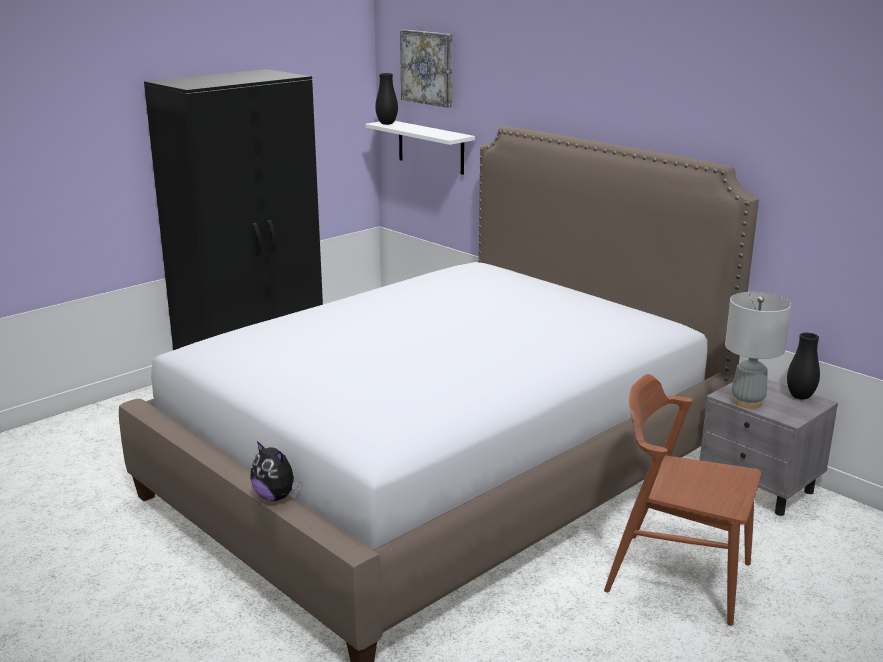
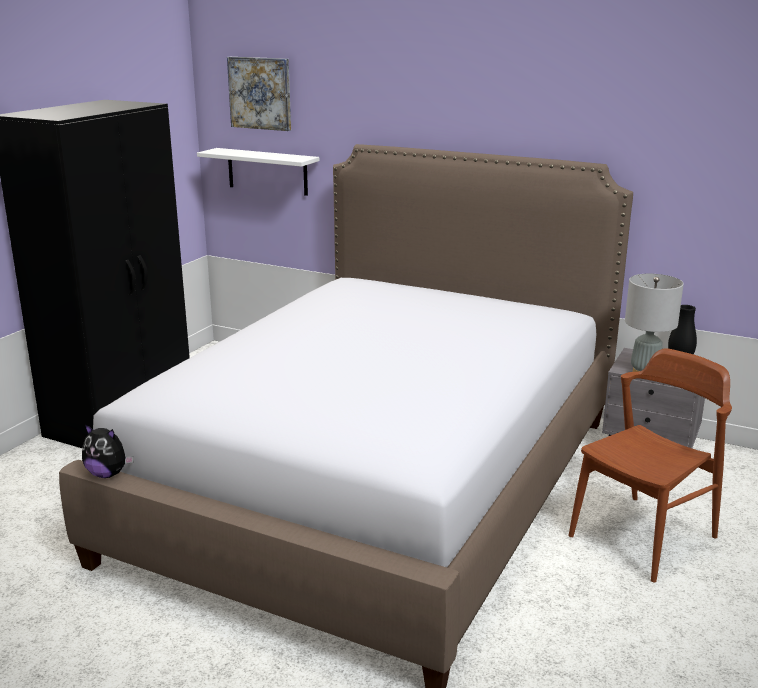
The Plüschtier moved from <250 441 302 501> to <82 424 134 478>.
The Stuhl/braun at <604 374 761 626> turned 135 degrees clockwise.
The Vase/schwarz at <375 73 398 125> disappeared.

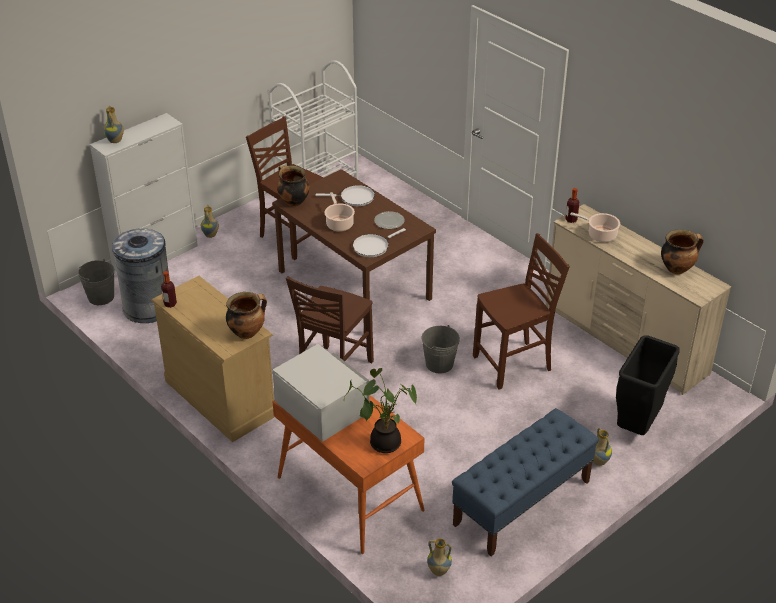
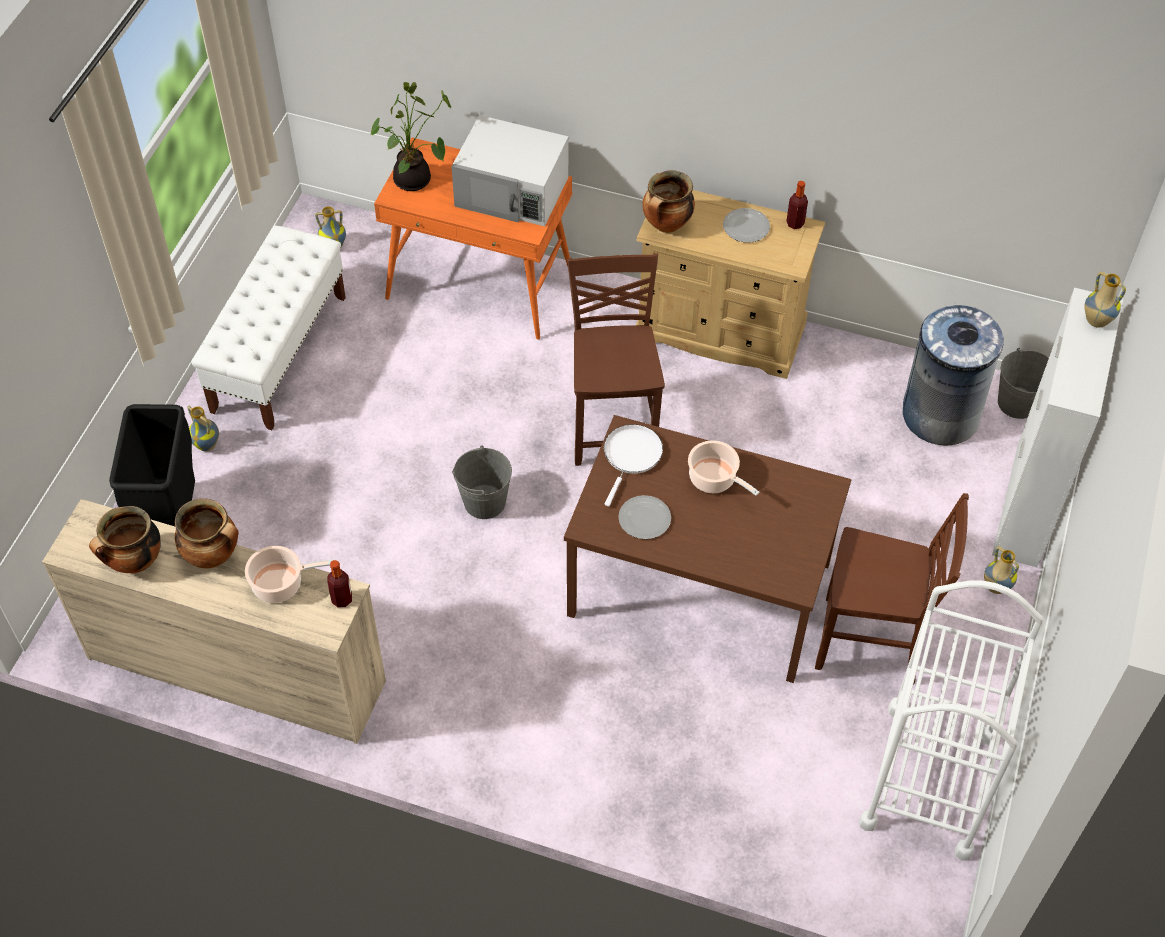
The Kochtopf moved from <277 165 310 206> to <175 498 238 568>.
The Bank/blau at <452 408 599 556> became the Bank/weiß at <191 225 346 430>.
The Teller at <723 208 770 243> appeared.
The Pfanne/weiß at <316 185 375 206> disappeared.
The Stuhl/braun at <473 233 570 390> disappeared.

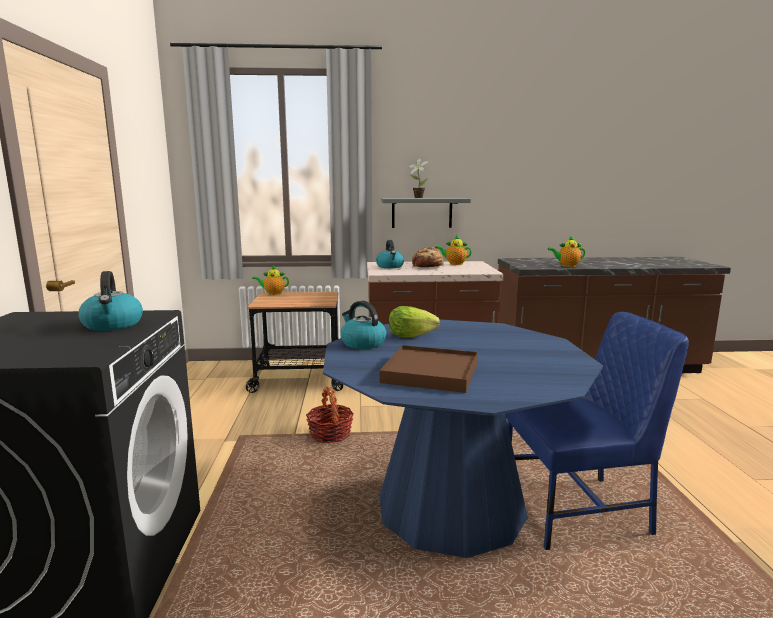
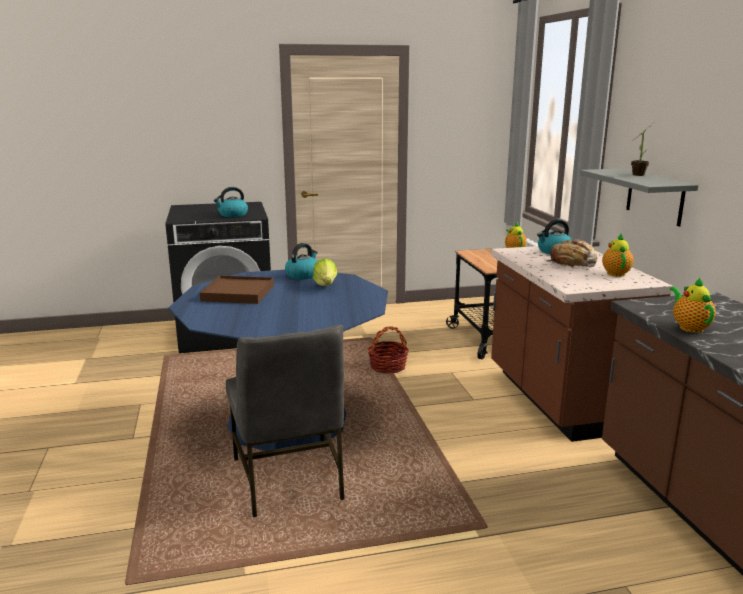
The Stuhl/blau at <505 312 689 550> became the Stuhl/grau at <226 325 344 517>.

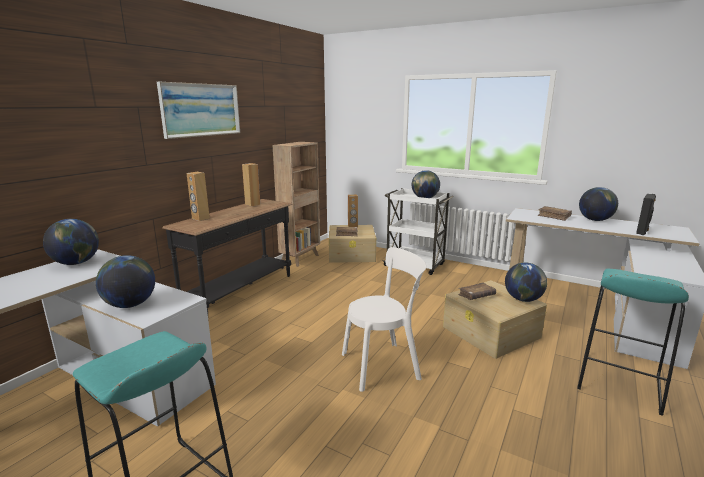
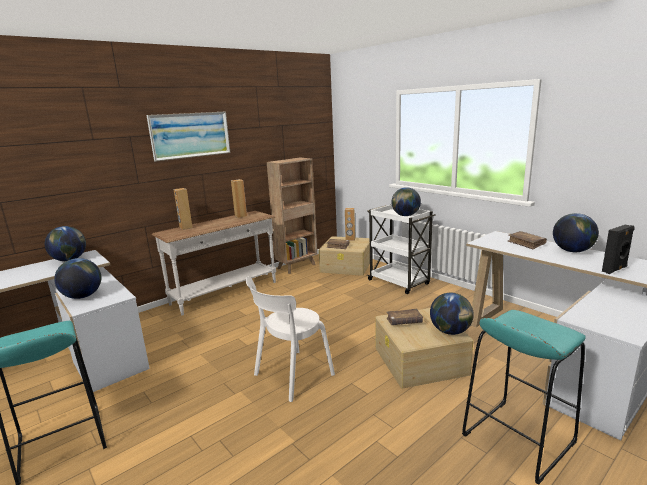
The Konsolentisch/schwarz at <162 199 293 313> became the Konsolentisch/weiß at <152 211 276 315>.
The Stuhl/weiß at <342 247 426 392> turned 135 degrees clockwise.

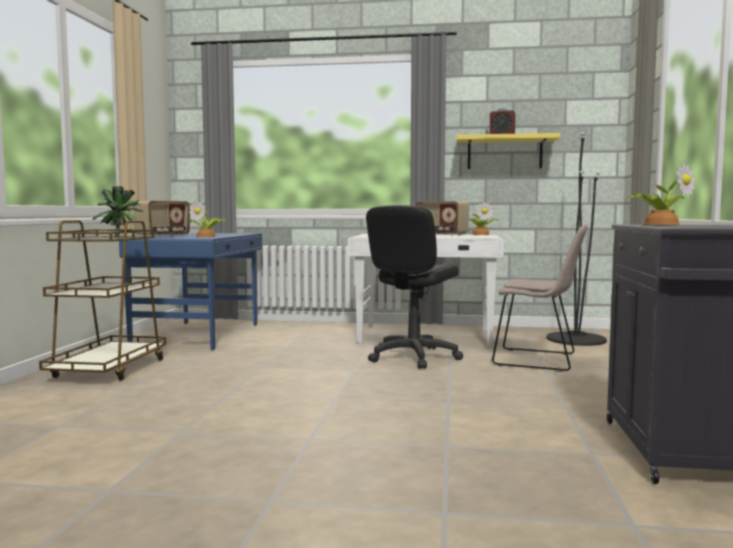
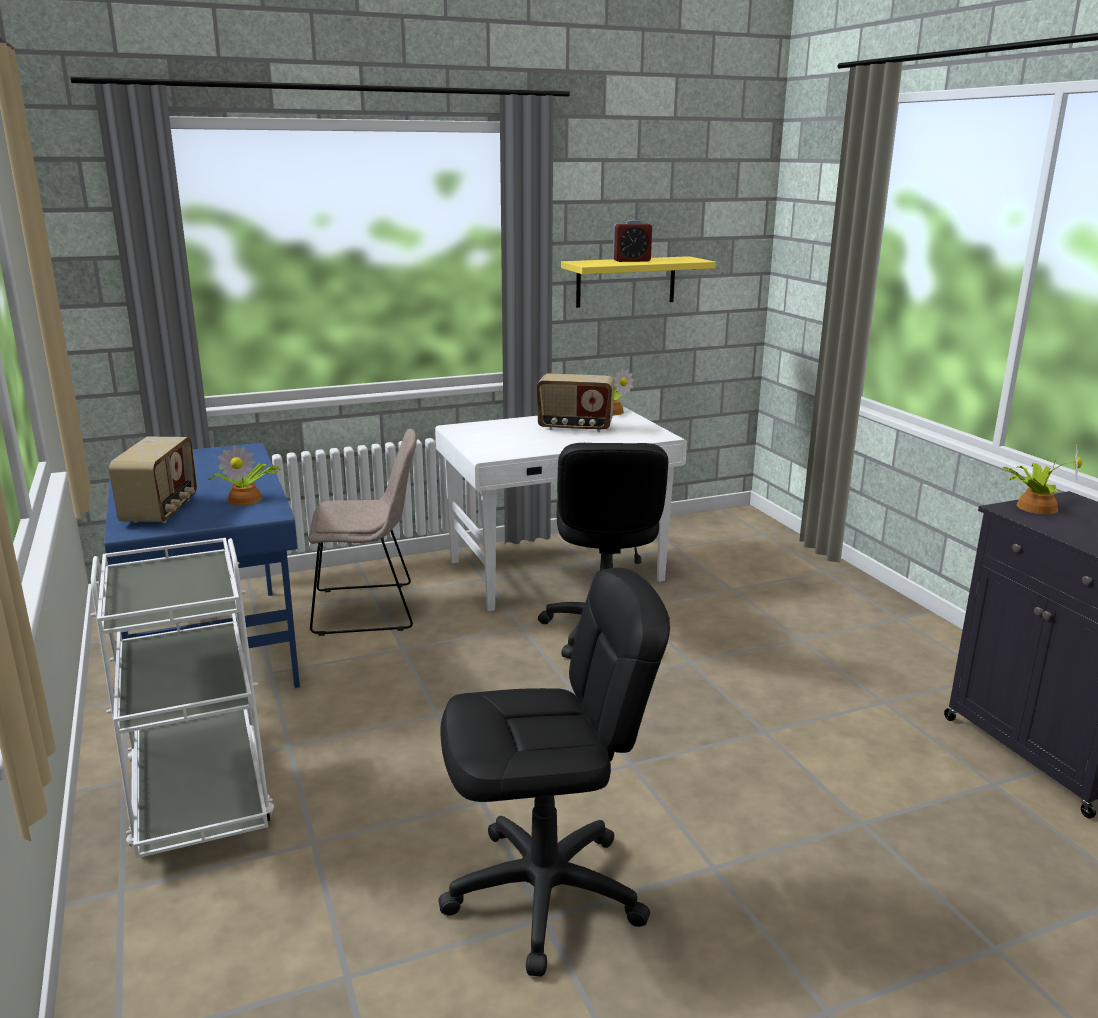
The Rollwagen/braun at <39 220 166 381> became the Rollwagen/weiß at <91 538 274 858>.
The Stuhl/beige moved from <492 224 587 372> to <308 429 417 636>.
The Bürostuhl/schwarz at <438 568 670 977> appeared.
The Topfpflanze at <93 186 144 237> disappeared.
The Stehlampe/schwarz at <546 132 607 346> disappeared.

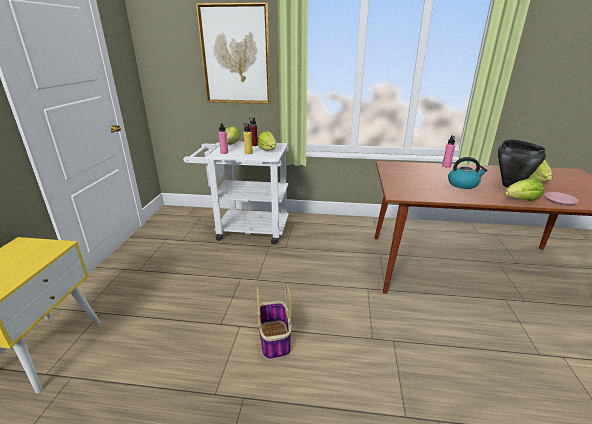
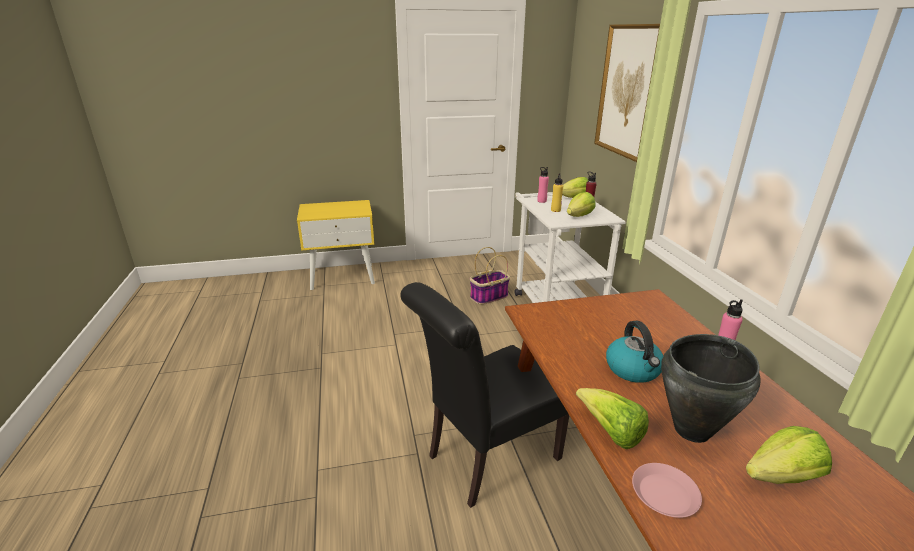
The Stuhl/schwarz at <400 282 570 508> appeared.
The Korb moved from <256 284 292 360> to <470 247 510 304>.

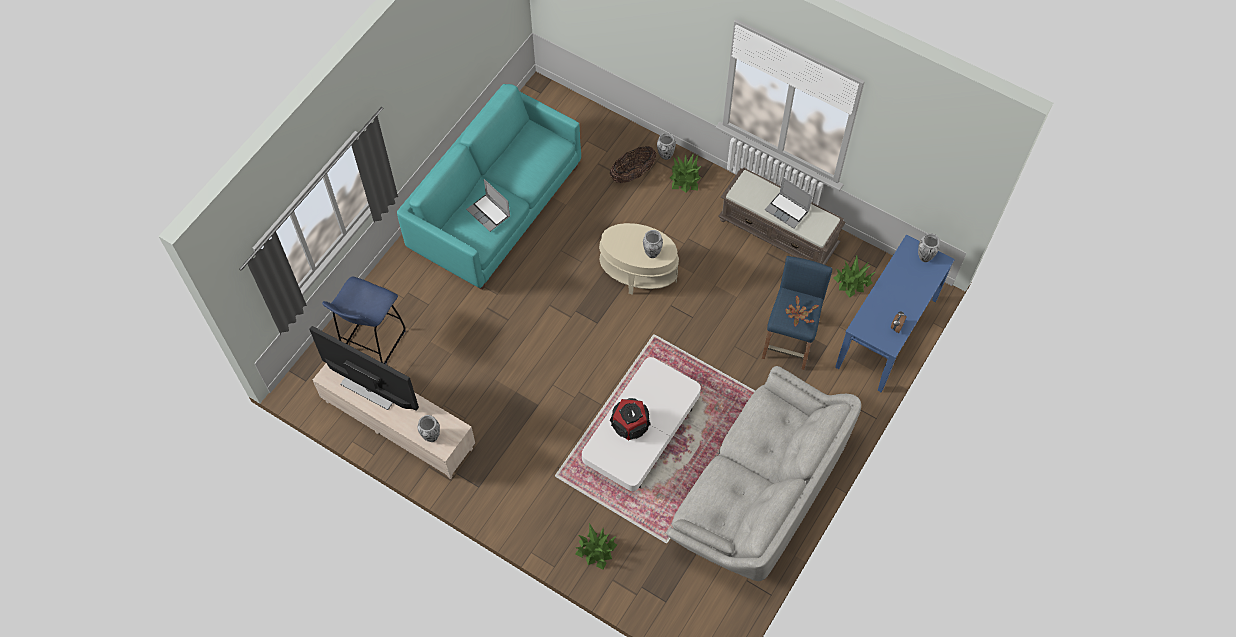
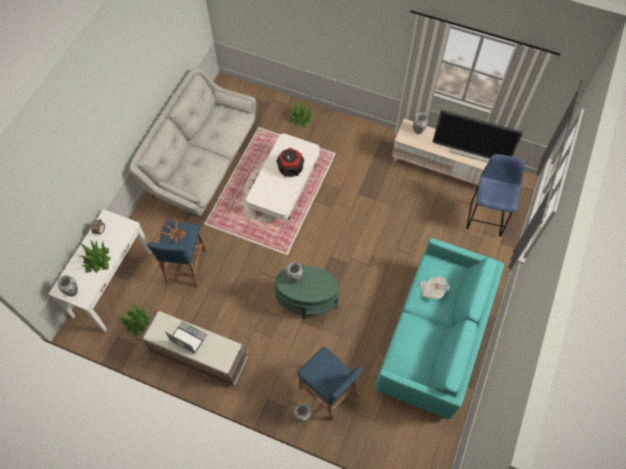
The Konsolentisch/blau at <835 235 955 392> became the Konsolentisch/weiß at <49 209 152 332>.
The Topfpflanze moved from <670 153 701 193> to <80 239 111 273>.
The Beistelltisch/beige at <599 223 679 295> became the Beistelltisch/grün at <274 266 339 319>.
The Korb at <610 146 657 183> was replaced by the Hocker/blau at <298 347 363 421>.
The Laptop at <466 179 510 232> was replaced by the Zeitung at <420 276 449 299>.

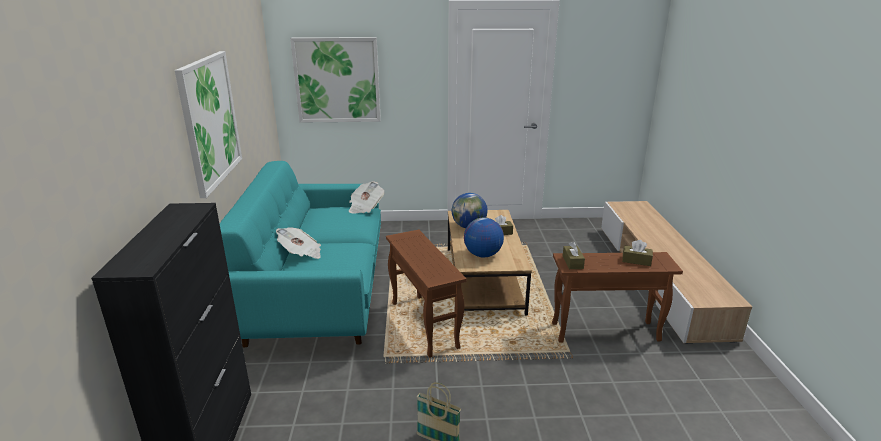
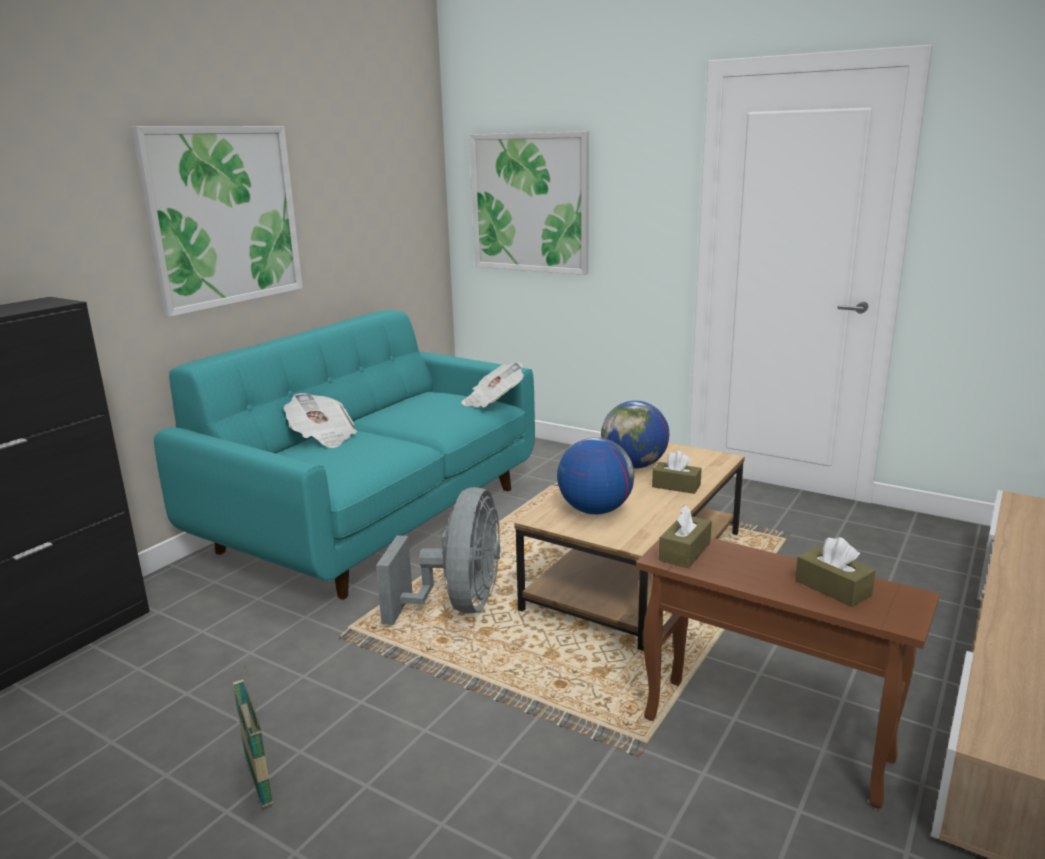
The Beistelltisch/braun at <386 230 467 357> was replaced by the Ventilator/grau at <376 487 501 625>.

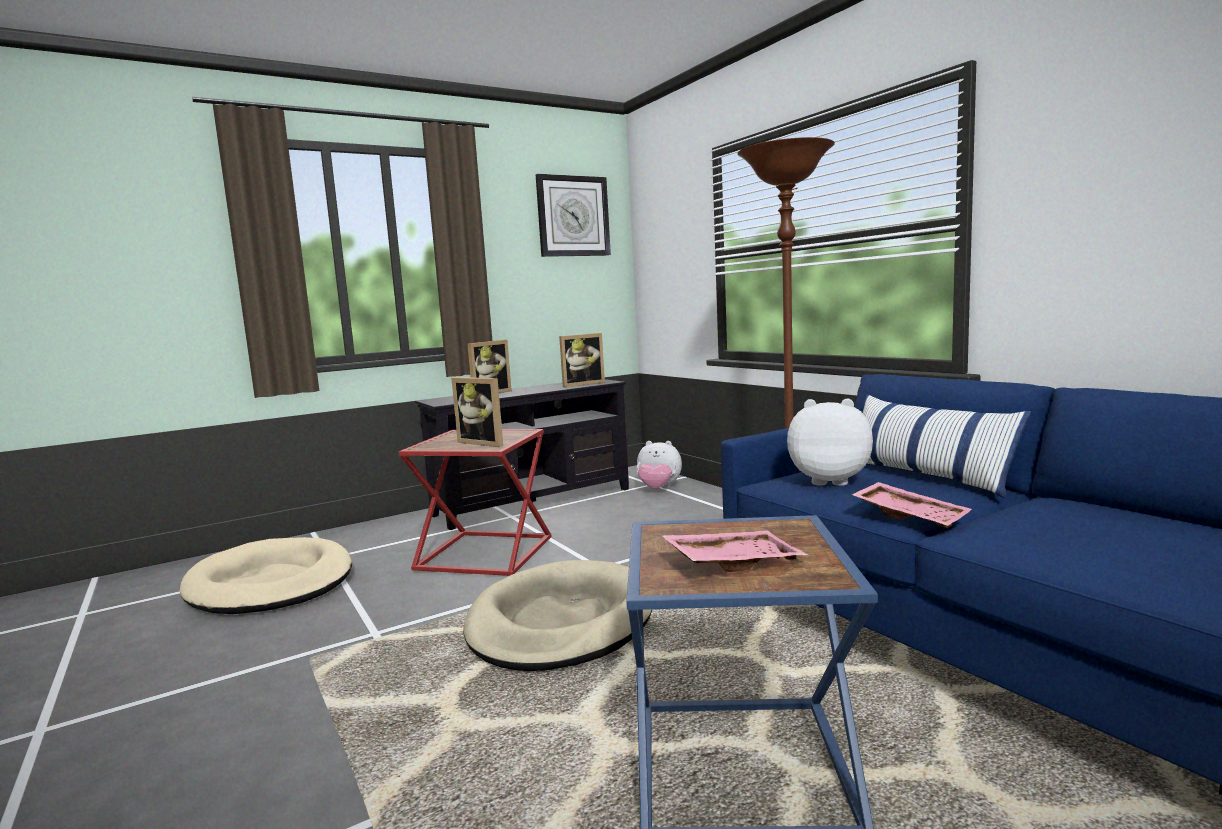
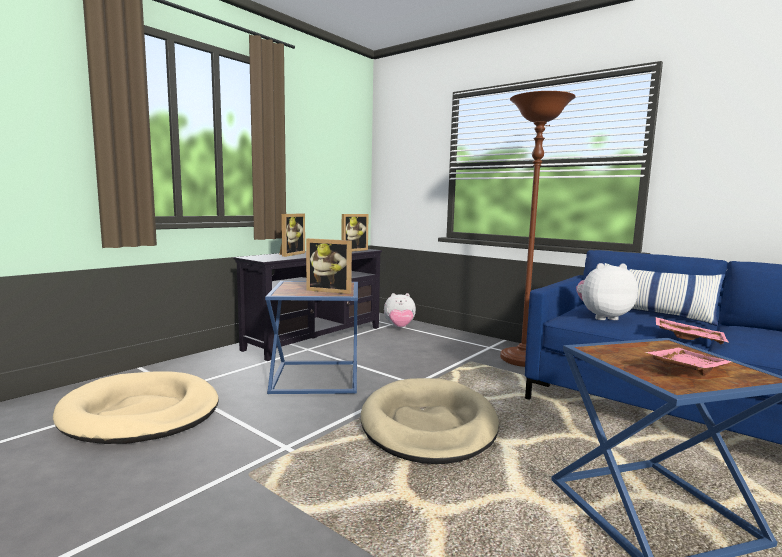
The Beistelltisch/rot at <399 429 551 576> became the Beistelltisch/blau at <265 281 358 394>.
The Wanduhr at <536 174 611 257> disappeared.

